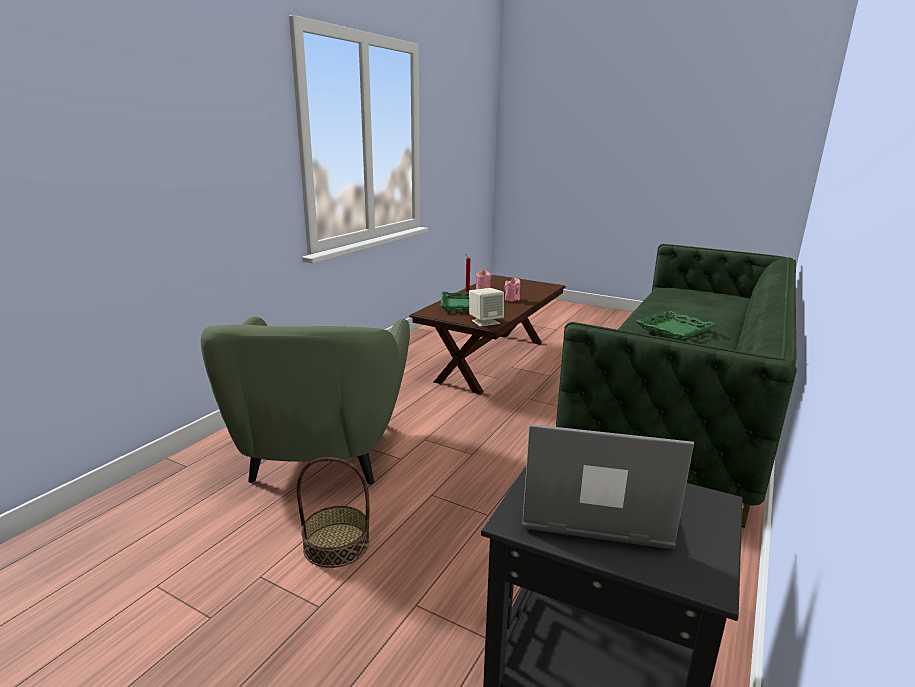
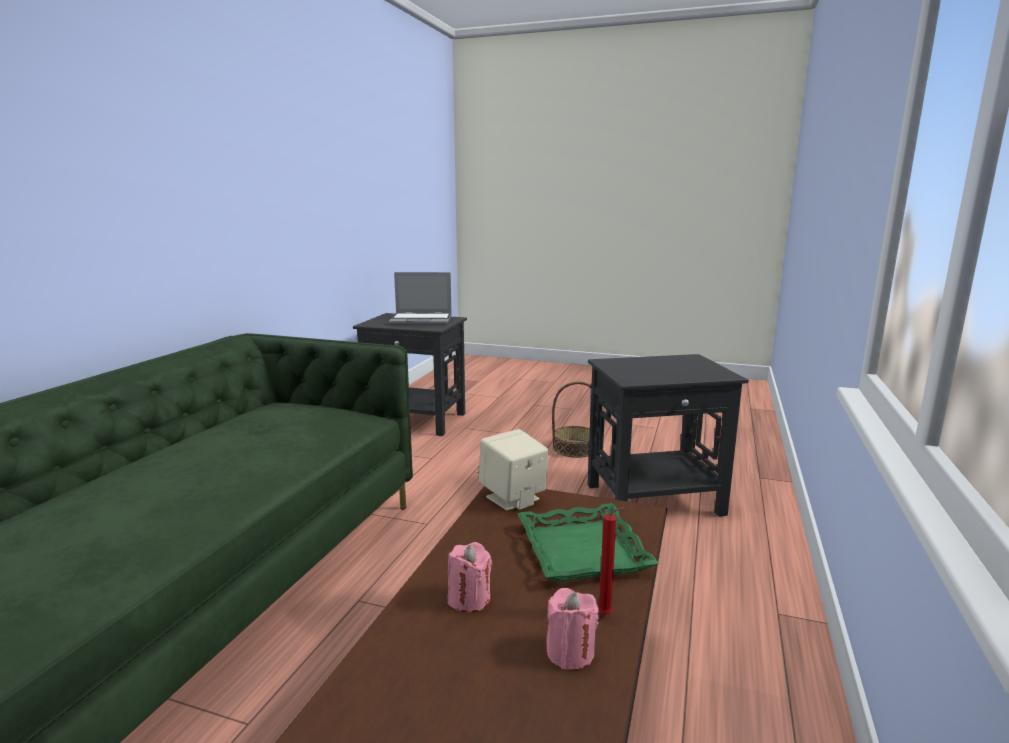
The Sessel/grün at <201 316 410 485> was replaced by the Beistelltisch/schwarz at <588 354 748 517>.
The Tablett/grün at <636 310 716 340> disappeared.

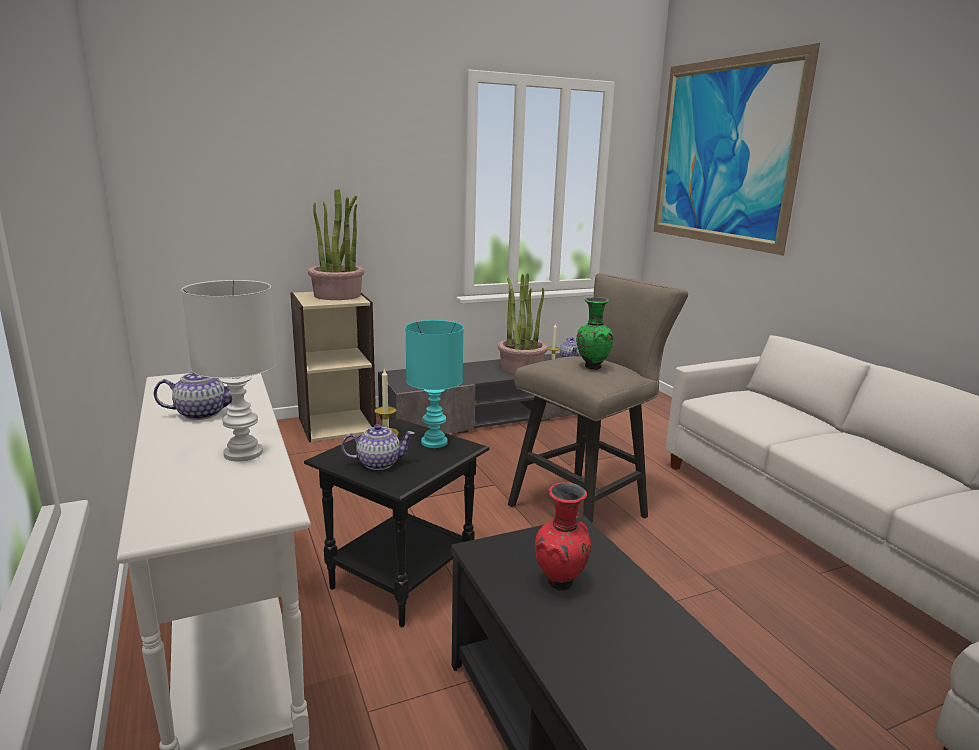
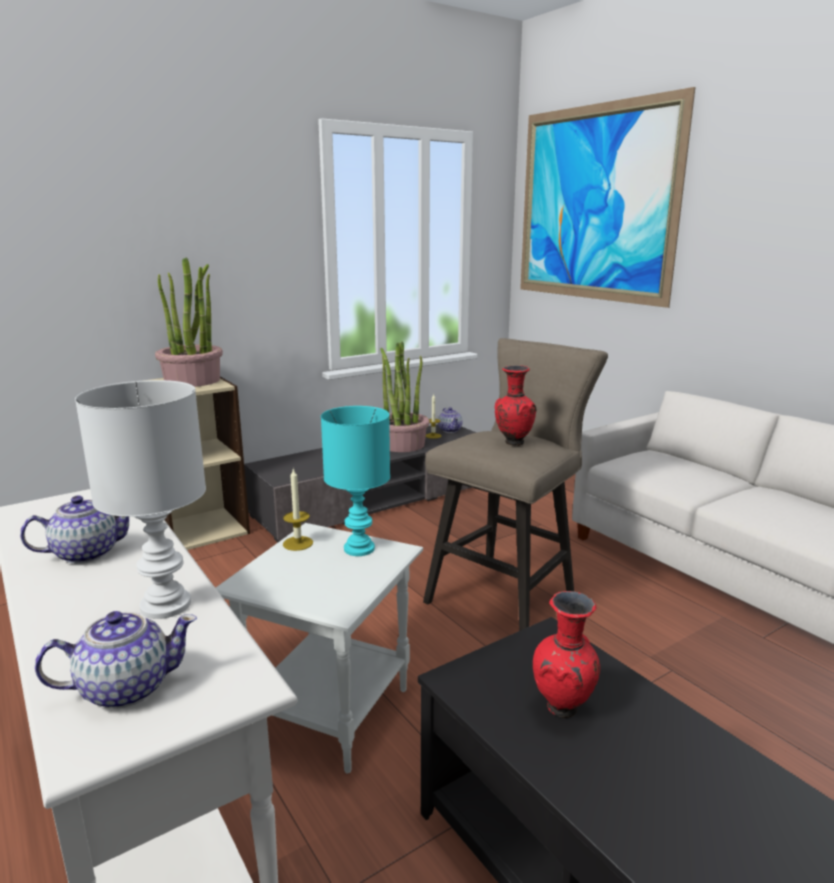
The Teekanne moved from <341 424 415 470> to <35 611 197 709>.
The Beistelltisch/schwarz at <304 419 489 627> became the Beistelltisch/weiß at <216 523 423 773>.
The Vase/grün at <576 297 613 370> became the Vase/rot at <495 365 536 446>.

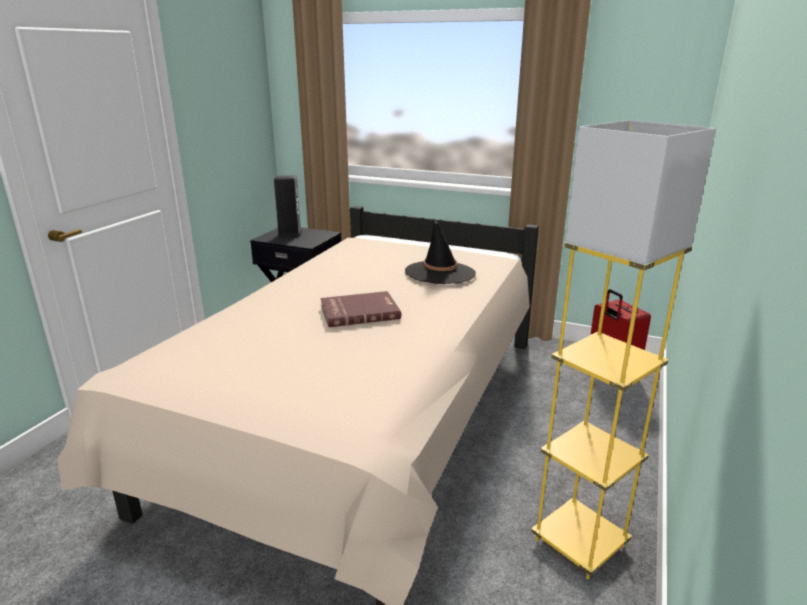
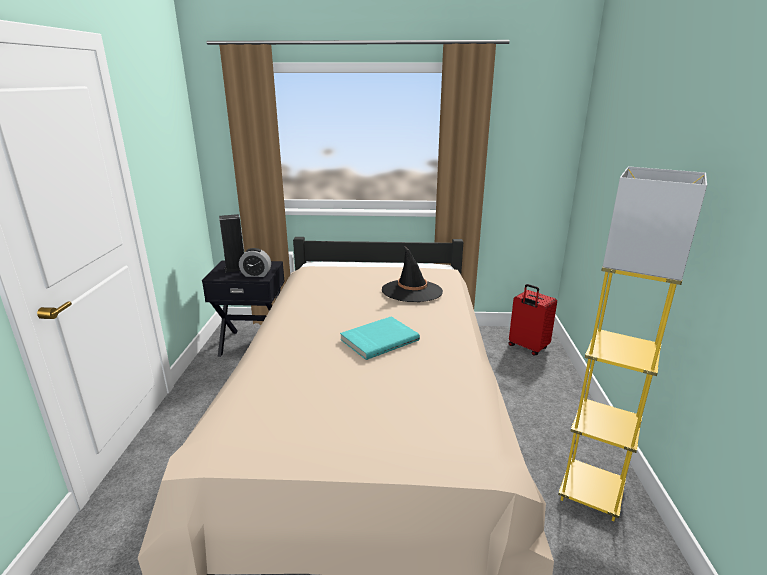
The Wecker at <239 248 271 277> appeared.
The Buch/rot at <320 291 401 327> became the Buch/türkis at <340 316 420 360>.

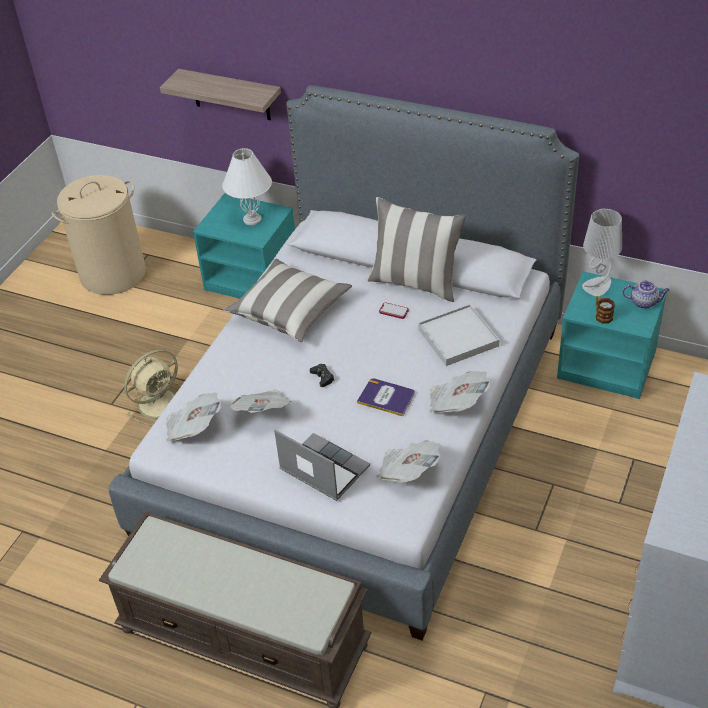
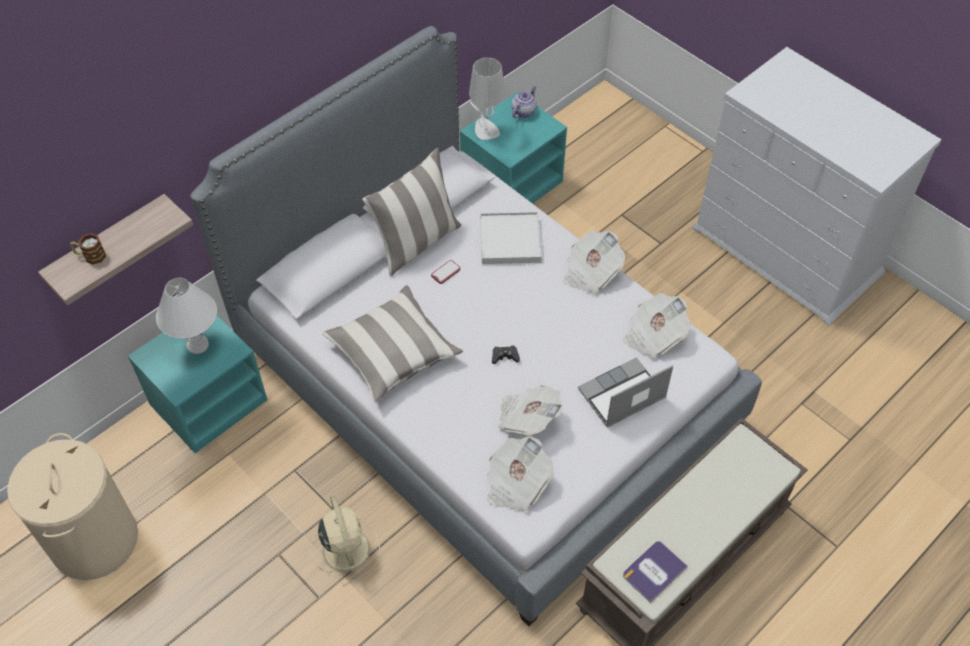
The Henkelbecher moved from <595 296 615 324> to <70 233 106 265>.
The Buch moved from <357 378 415 416> to <623 541 688 603>.

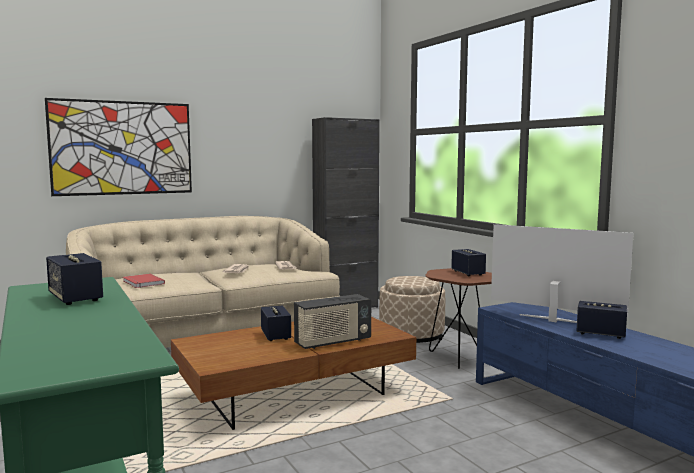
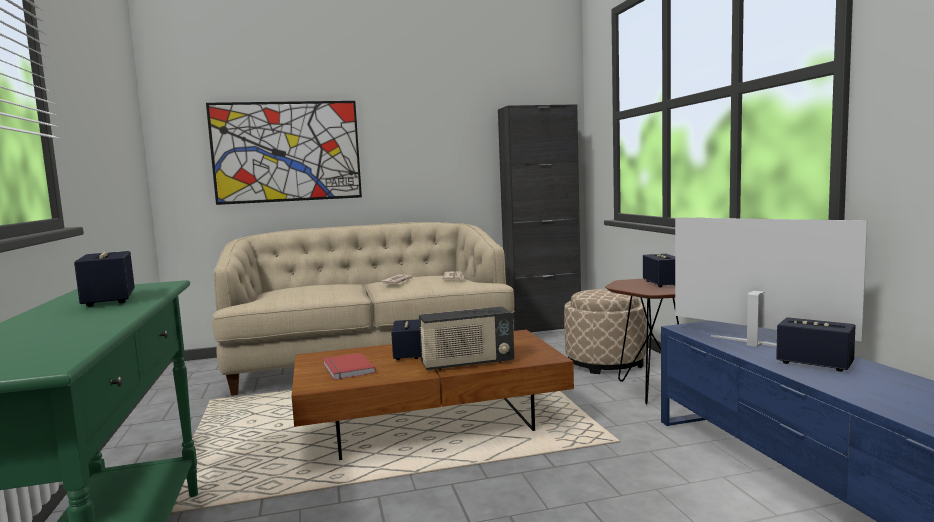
The Buch/rot moved from <123 274 165 288> to <323 353 376 380>.

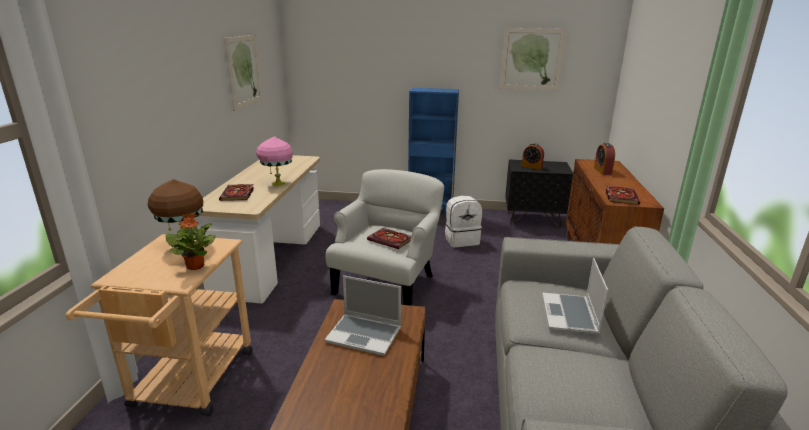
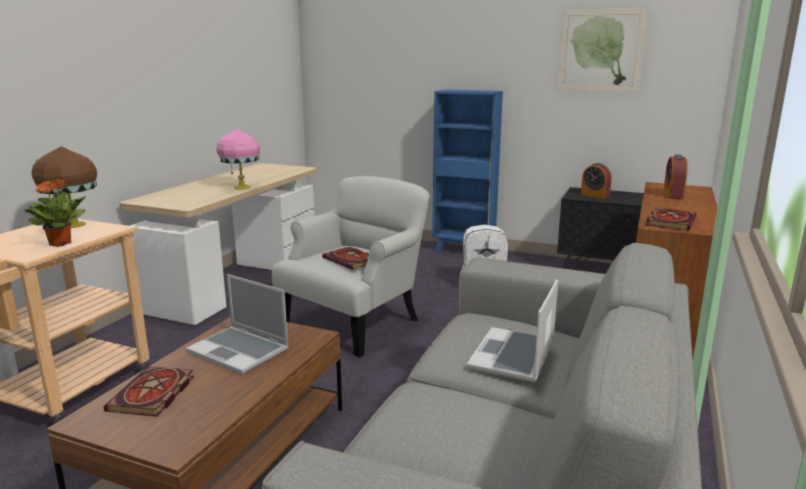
The Buch moved from <219 184 254 201> to <104 366 195 417>.
The Bild at <224 35 262 111> disappeared.

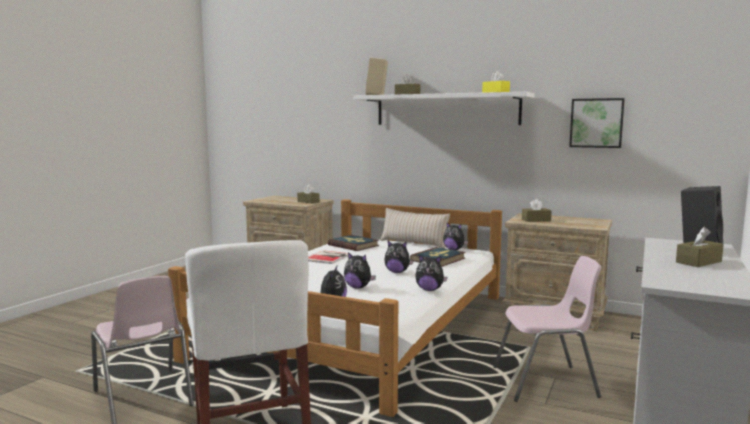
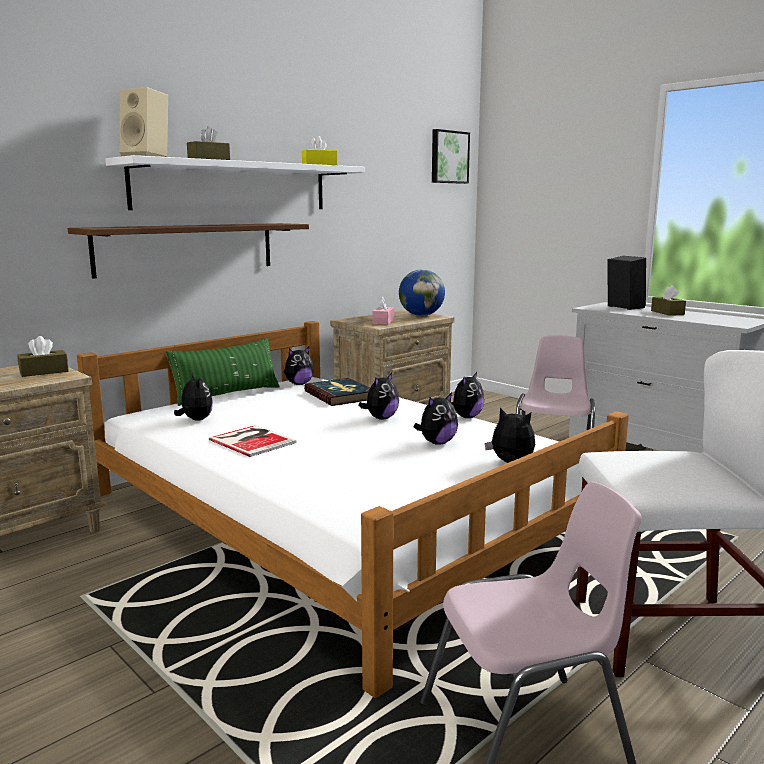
The Wandregal/braun at <68 223 309 279> appeared.
The Kissen/beige at <380 208 450 248> became the Kissen/grün at <166 338 279 406>.
The Buch at <328 235 379 251> was replaced by the Plüschtier at <174 374 213 421>.
The Taschentuchbox/braun at <522 199 552 222> became the Taschentuchbox/rosa at <372 297 394 325>.
The Globus at <399 269 445 316> appeared.
The Bild moved from <569 98 625 148> to <432 129 470 184>.

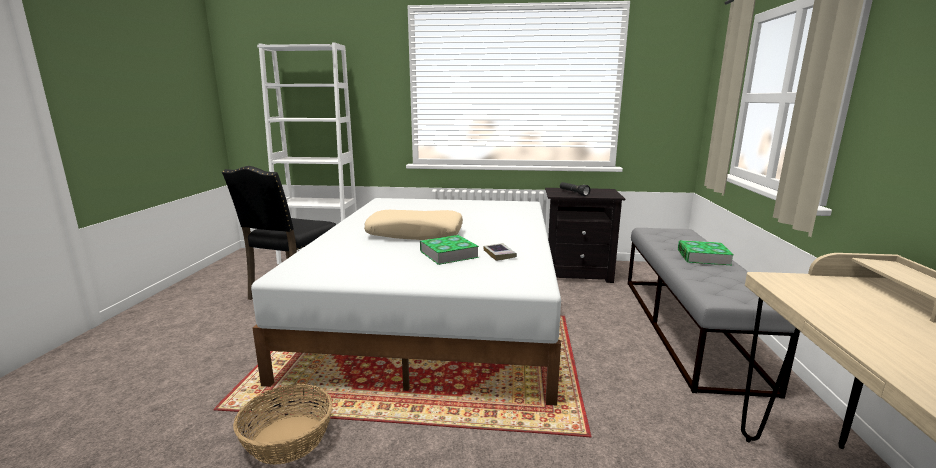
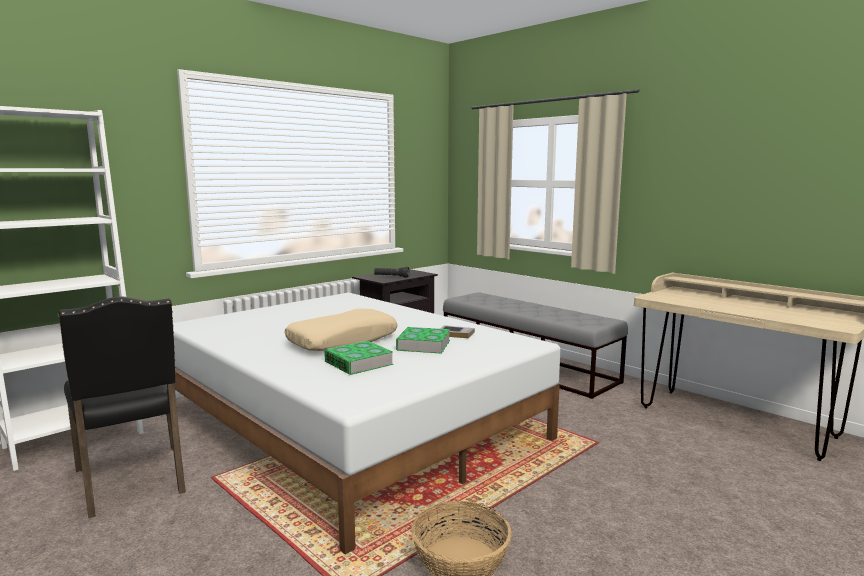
The Buch moved from <678 240 734 265> to <324 341 393 375>.

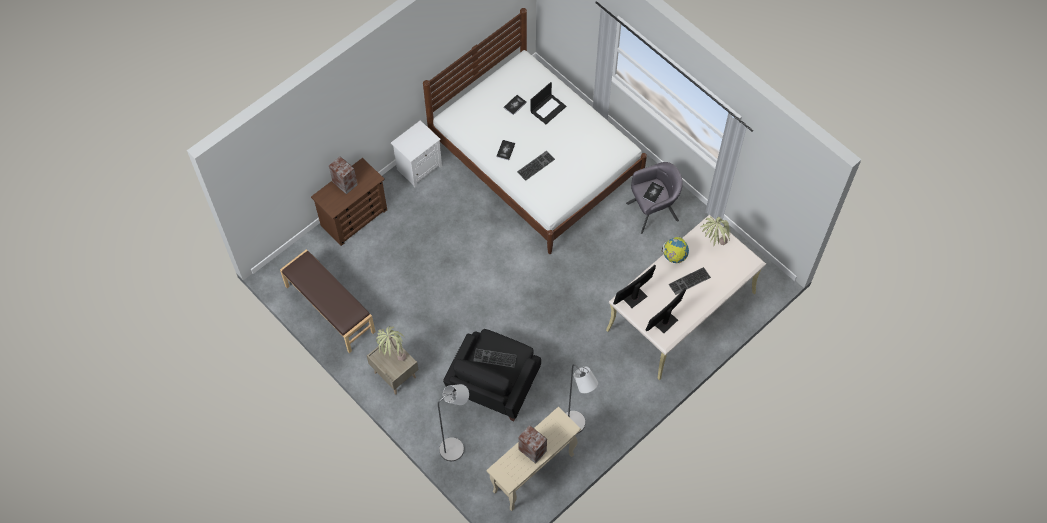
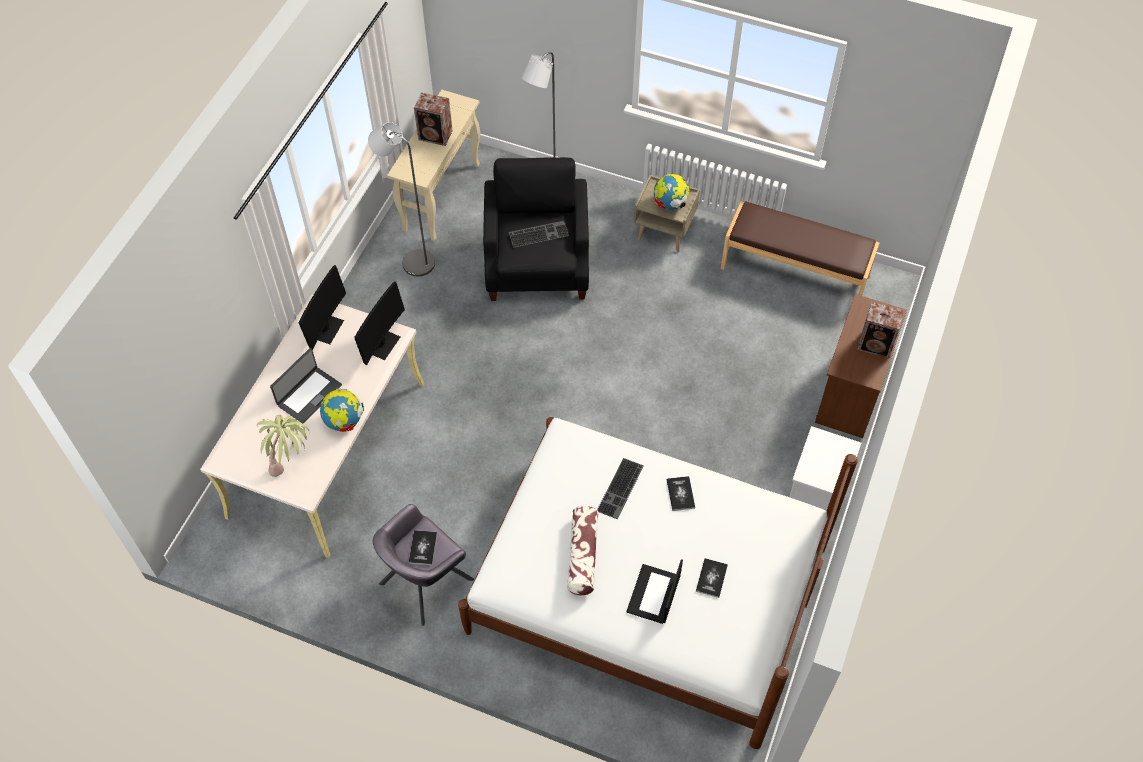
The Tastatur at <669 267 711 295> was replaced by the Laptop at <270 348 342 424>.
The Kissen at <567 506 599 595> appeared.
The Topfpflanze at <376 326 406 361> was replaced by the Globus at <654 174 690 210>.

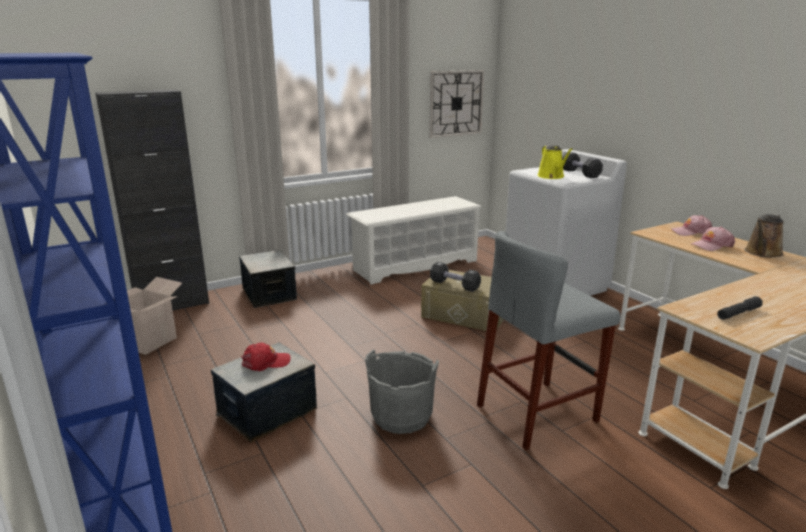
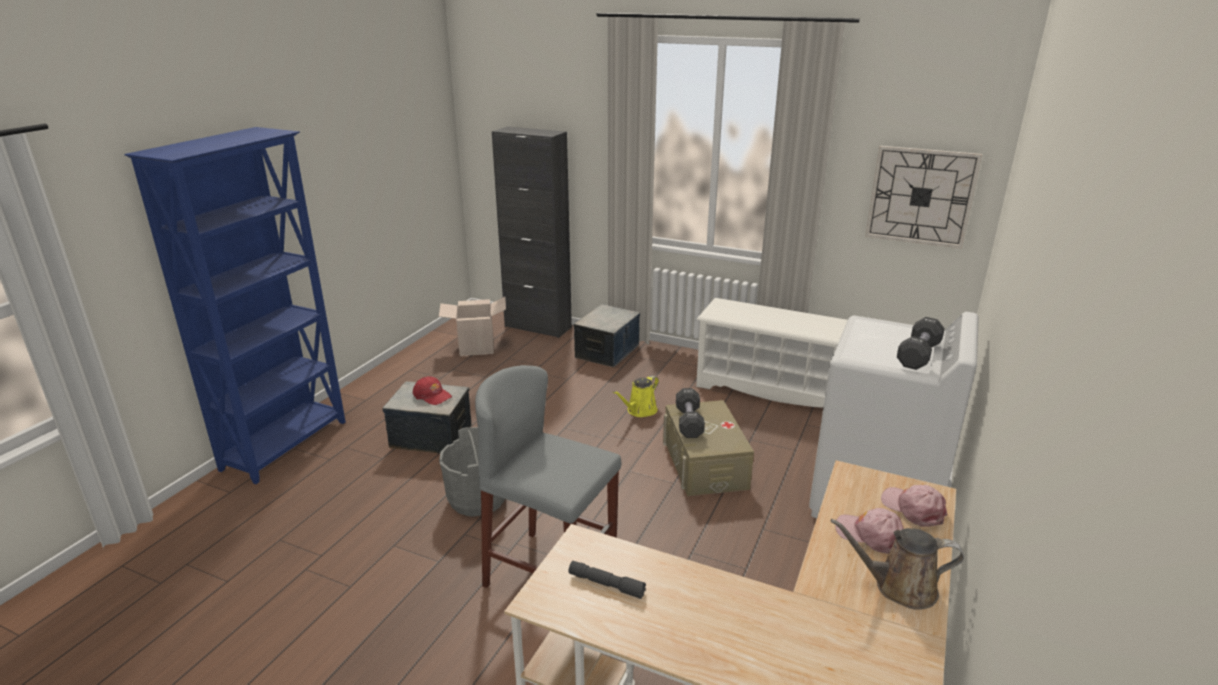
The Gießkanne/gelb moved from <538 145 573 179> to <613 375 659 417>.

